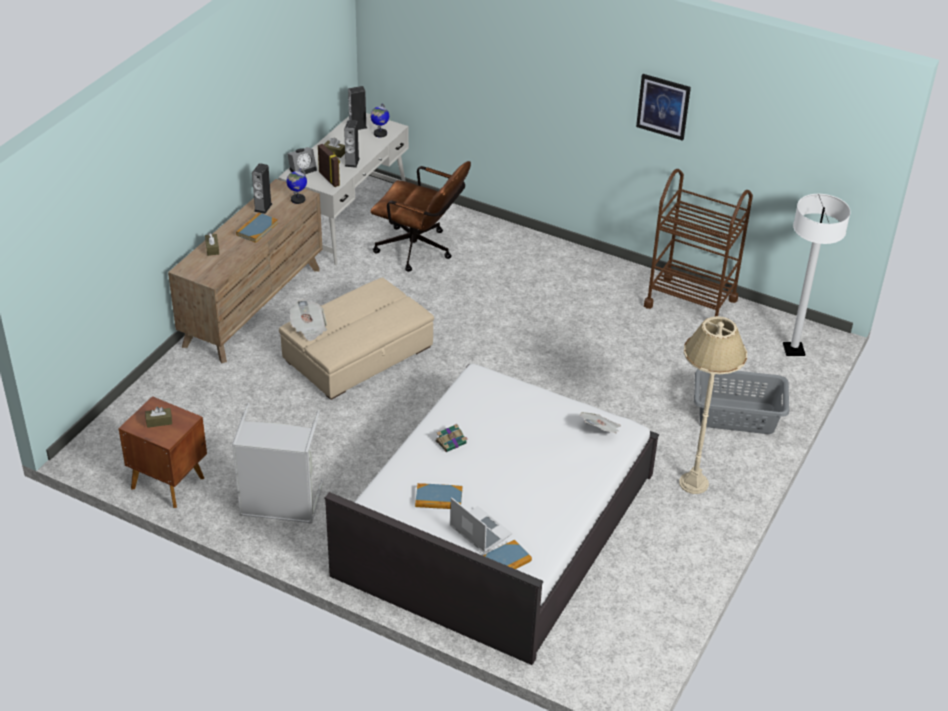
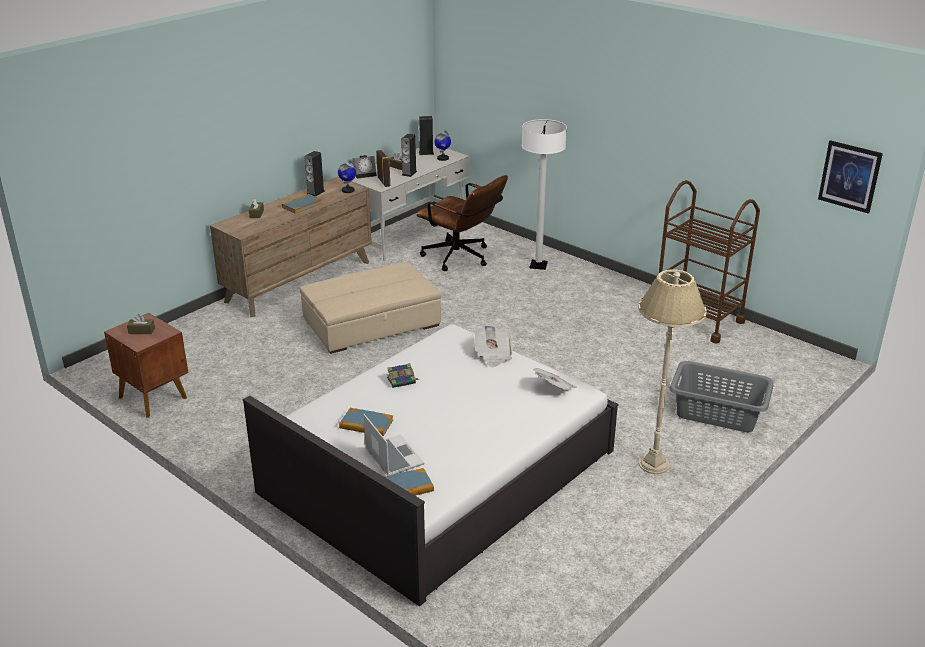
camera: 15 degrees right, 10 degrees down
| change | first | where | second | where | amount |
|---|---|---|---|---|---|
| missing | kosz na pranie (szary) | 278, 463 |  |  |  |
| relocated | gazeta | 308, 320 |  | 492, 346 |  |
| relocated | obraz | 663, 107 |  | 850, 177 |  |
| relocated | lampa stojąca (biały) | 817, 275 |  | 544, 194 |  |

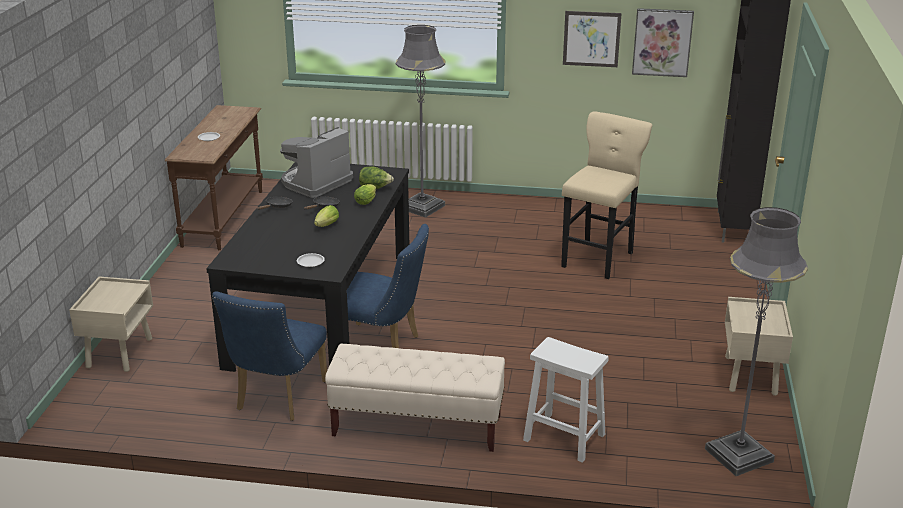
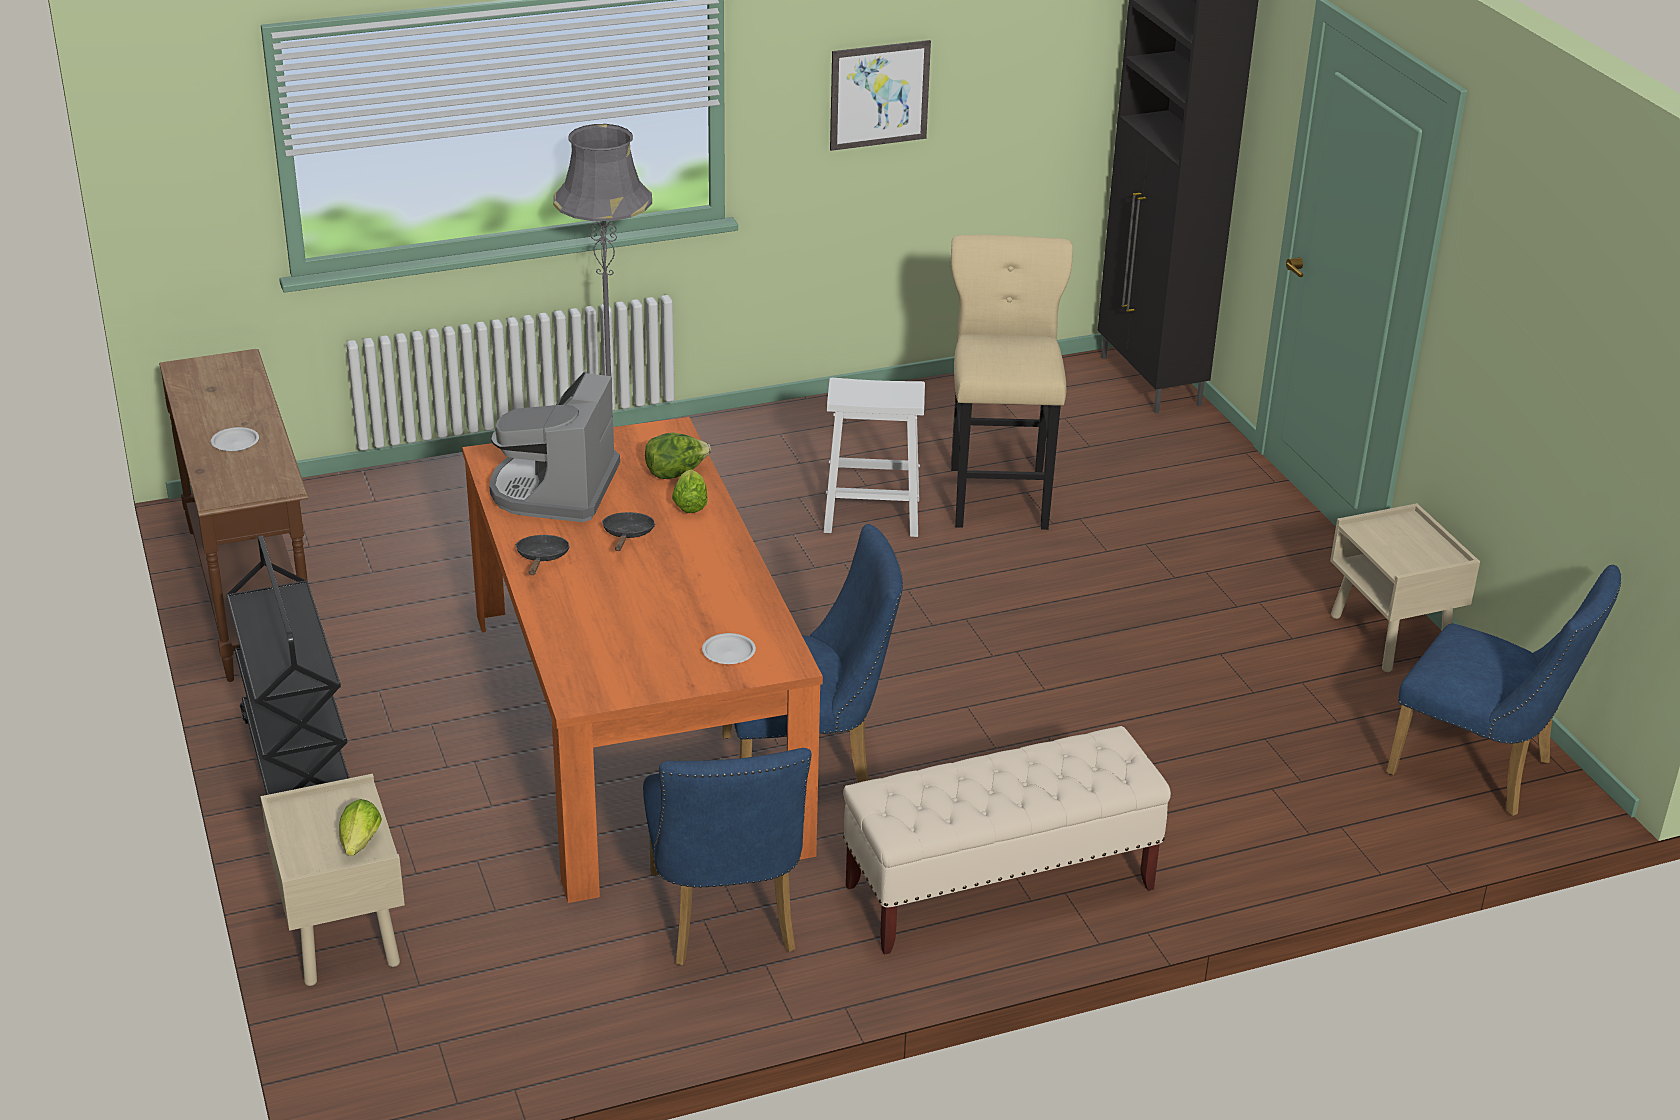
camera: 30 degrees left, 5 degrees up
| change | first | where | second | where | amount |
|---|---|---|---|---|---|
| colour | stół jadalny (czarny) | 307, 267 | stół jadalny (pomarańczowy) | 642, 660 |  |
| relocated | sałata | 326, 216 |  | 360, 827 |  |
| relocated | stołek (biały) | 566, 400 |  | 874, 457 |  |
| missing | obraz | 663, 42 |  |  |  |
| exchanged | lampa stojąca (szary) | 756, 341 | krzesło (niebieski) | 1503, 690 |  |
| appeared |  |  | wózek (czarny) | 288, 665 |  |

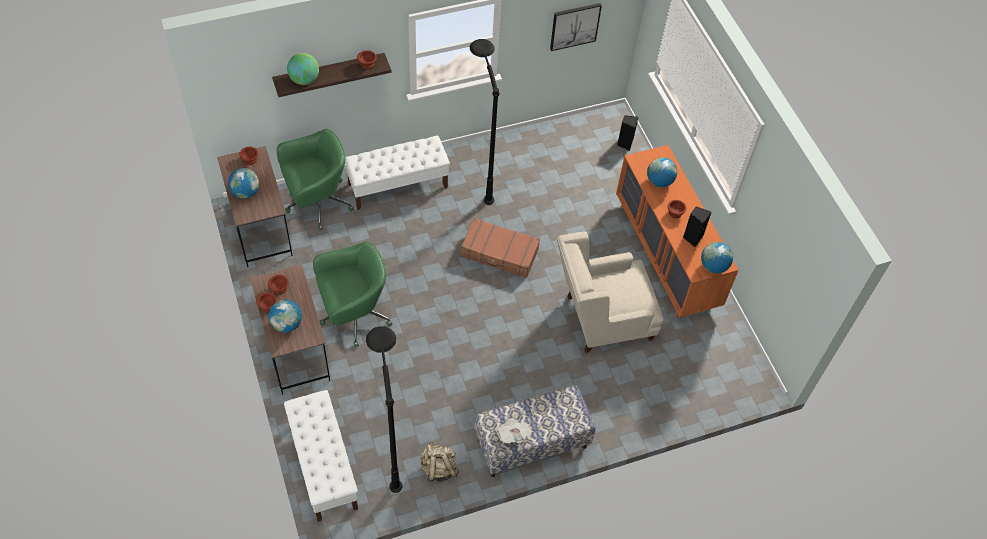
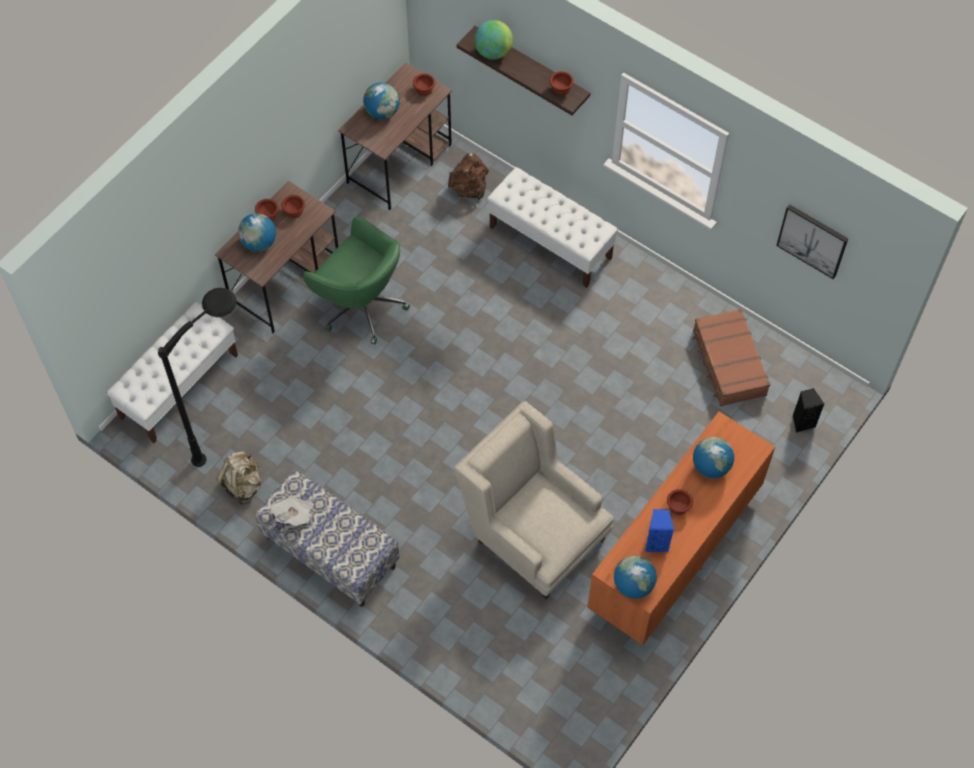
camera: 60 degrees right, 5 degrees up
| change | first | where | second | where | amount |
|---|---|---|---|---|---|
| exchanged | krzesło biurowe (zielony) | 315, 179 | plecak (brązowy) | 468, 176 |  |
| relocated | walizka (brązowy) | 500, 248 |  | 731, 357 |  |
| missing | lampa stojąca (czarny) | 485, 122 |  |  |  |
| colour | głośnik (czarny) | 697, 226 | głośnik (niebieski) | 659, 530 |  |

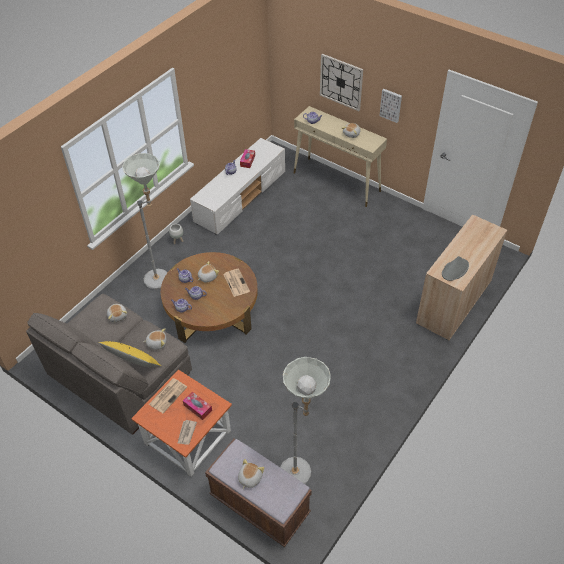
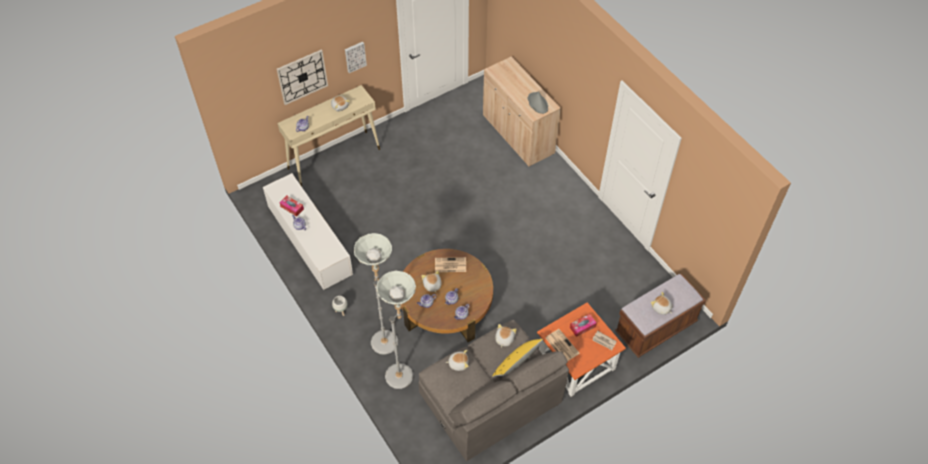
camera: 70 degrees left, 5 degrees up
| change | first | where | second | where | amount |
|---|---|---|---|---|---|
| relocated | lampa stojąca (szary) | 305, 420 |  | 396, 329 |  |

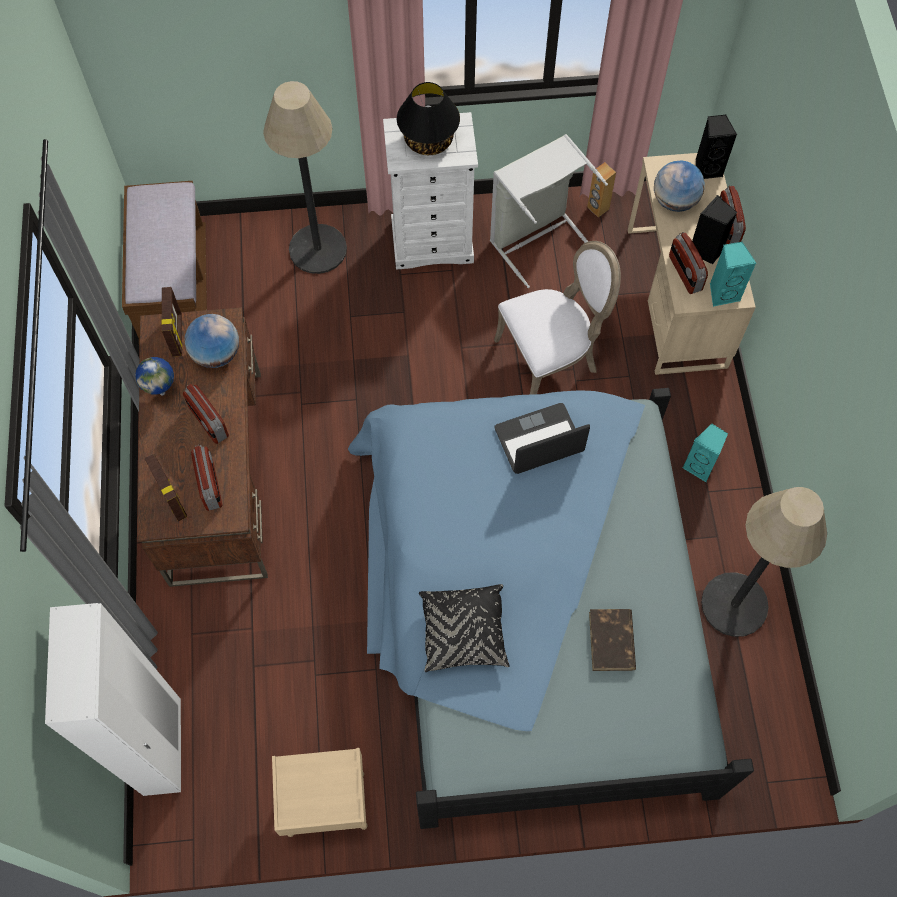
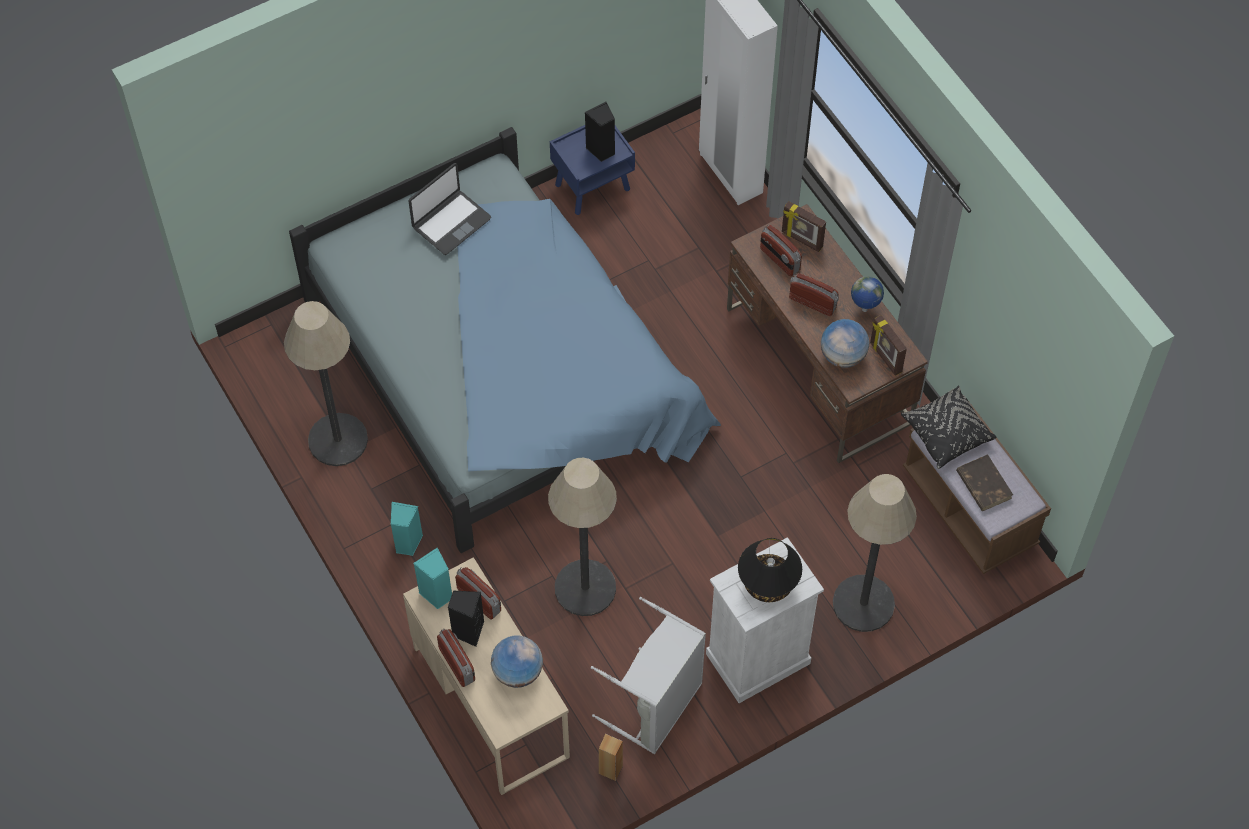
camera: 155 degrees right, 5 degrees down
| change | first | where | second | where | amount |
|---|---|---|---|---|---|
| colour | szafka nocna (beżowy) | 320, 792 | szafka nocna (niebieski) | 592, 170 |  |
| relocated | poduszka (czarny) | 464, 628 |  | 949, 427 |  |
| exchanged | krzesło (biały) | 557, 318 | lampa stojąca | 582, 537 |  |
| relocated | laptop | 542, 438 |  | 450, 209 |  |
| relocated | książka (brązowy) | 612, 640 |  | 984, 482 |  |
| relocated | głośnik (czarny) | 716, 146 |  | 600, 131 |  |

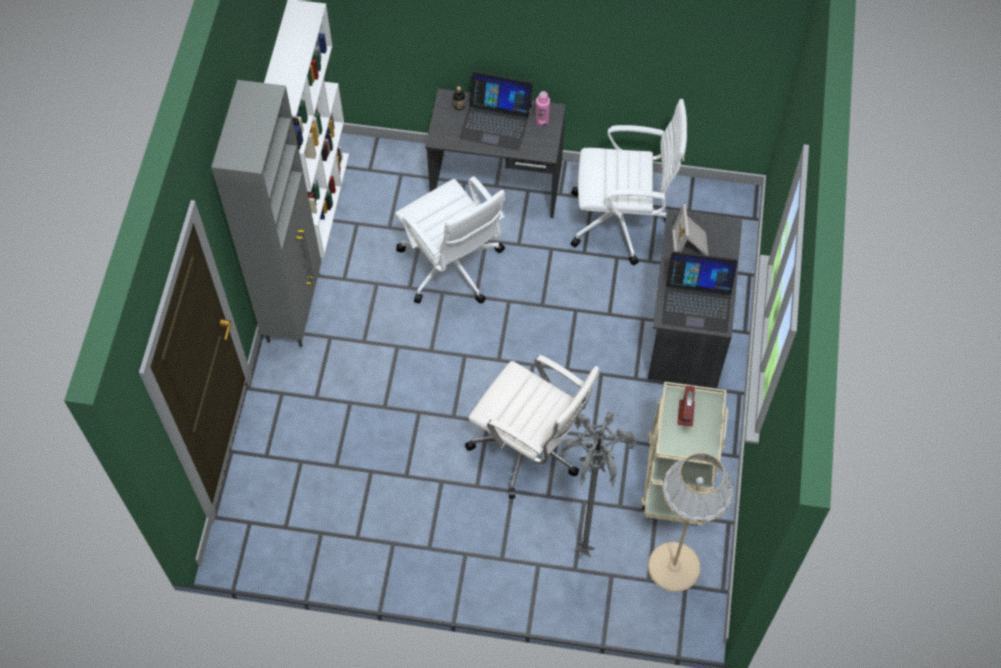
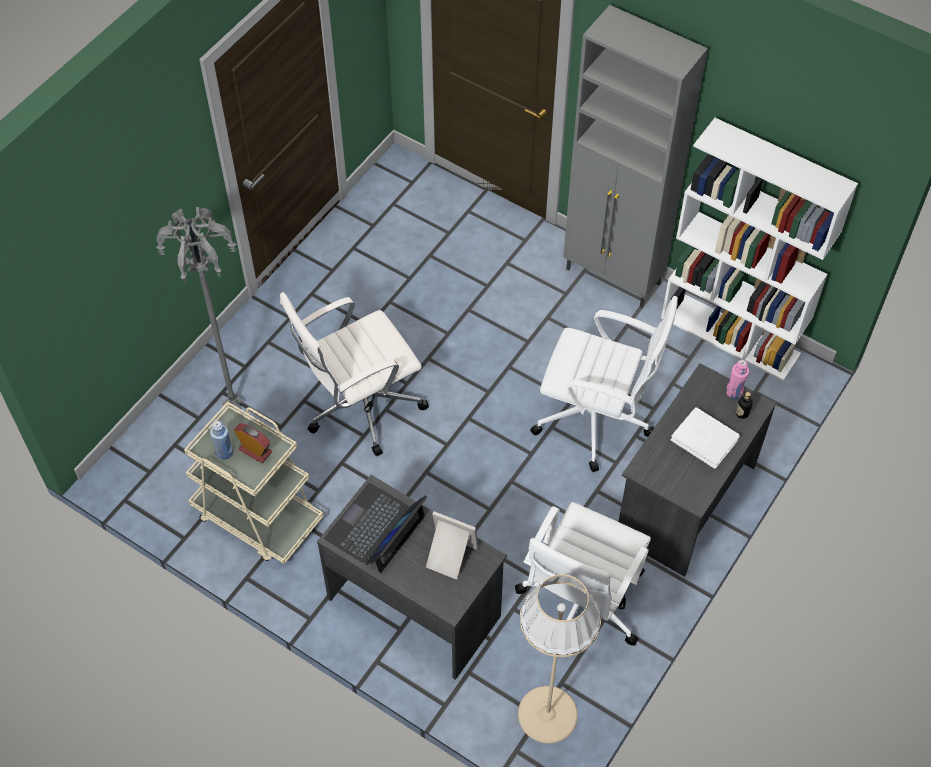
camera: 115 degrees right, 5 degrees down
| change | first | where | second | where | amount |
|---|---|---|---|---|---|
| spun | krzesło biurowe (biały) | 450, 240 |  | 604, 384 | 150 degrees counterclockwise |
| exchanged | laptop | 496, 110 | książka (biały) | 705, 438 |  |
| relocated | butelka (różowy) | 542, 109 |  | 737, 379 |  |
| relocated | lampa stojąca (beżowy) | 690, 522 |  | 559, 659 |  |
| appeared |  |  | butelka (niebieski) | 221, 440 |  |

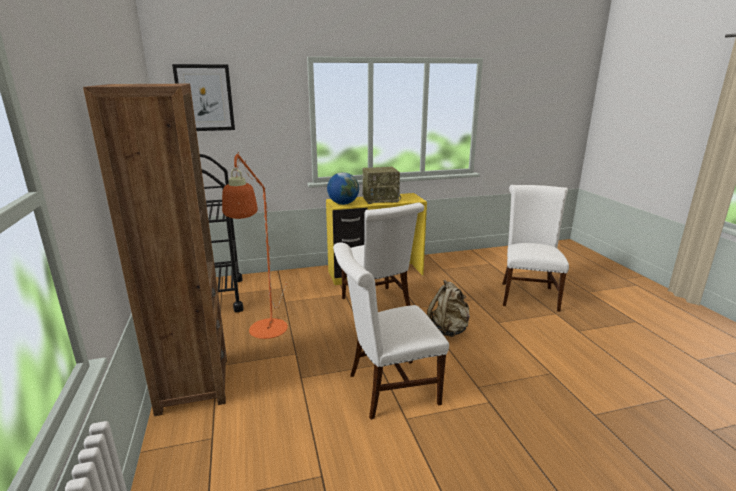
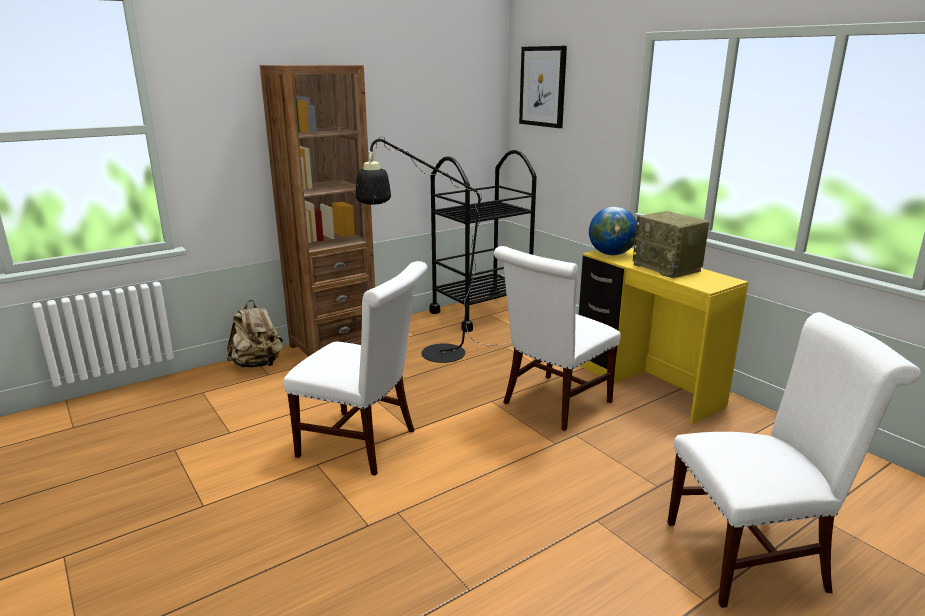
camera: 70 degrees right, 0 degrees up
| change | first | where | second | where | amount |
|---|---|---|---|---|---|
| colour | lampa stojąca (pomarańczowy) | 255, 245 | lampa stojąca (czarny) | 434, 250 |  |
| spun | krzesło (biały) | 391, 331 |  | 355, 368 | 150 degrees clockwise |
| relocated | plecak (beżowy) | 448, 308 |  | 254, 334 |  |

